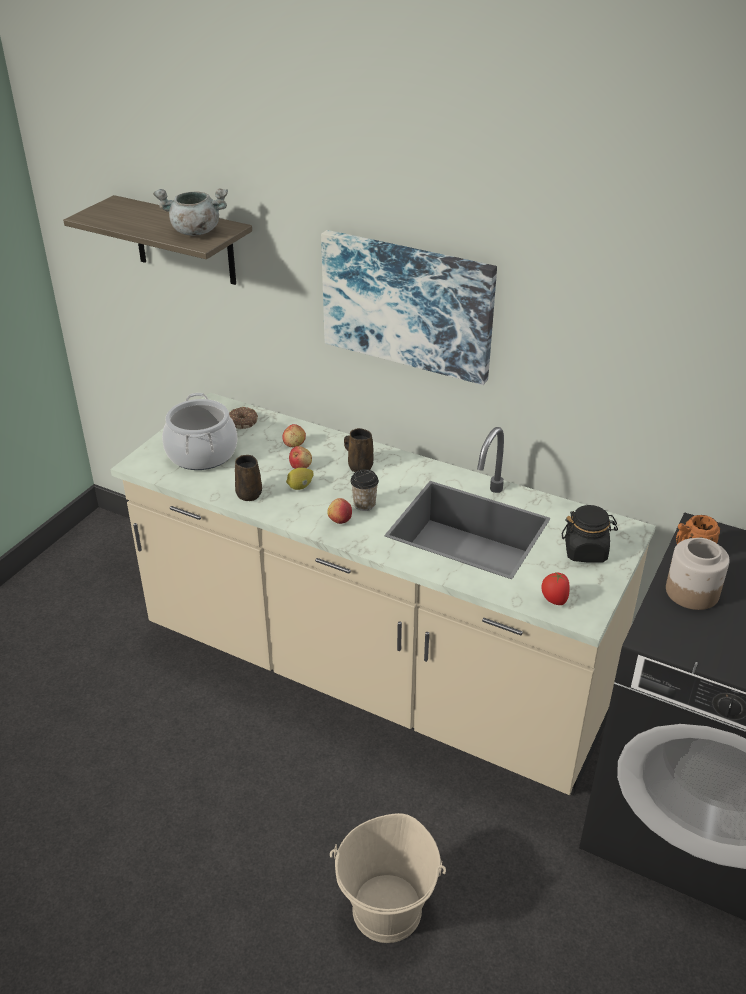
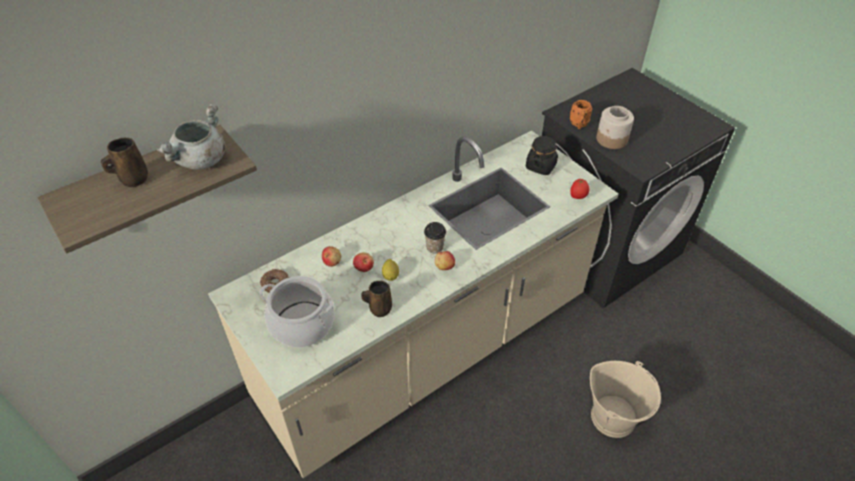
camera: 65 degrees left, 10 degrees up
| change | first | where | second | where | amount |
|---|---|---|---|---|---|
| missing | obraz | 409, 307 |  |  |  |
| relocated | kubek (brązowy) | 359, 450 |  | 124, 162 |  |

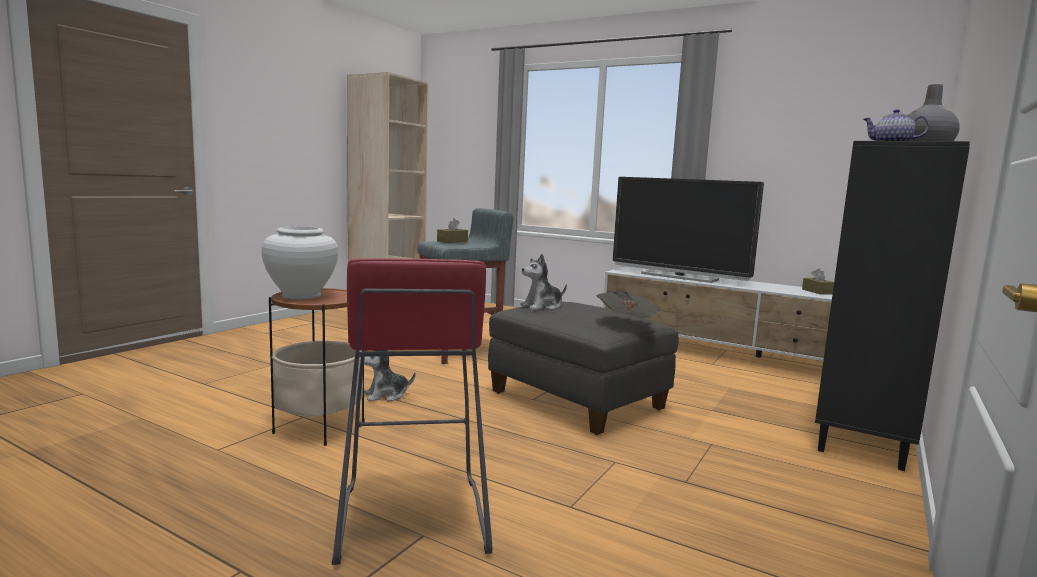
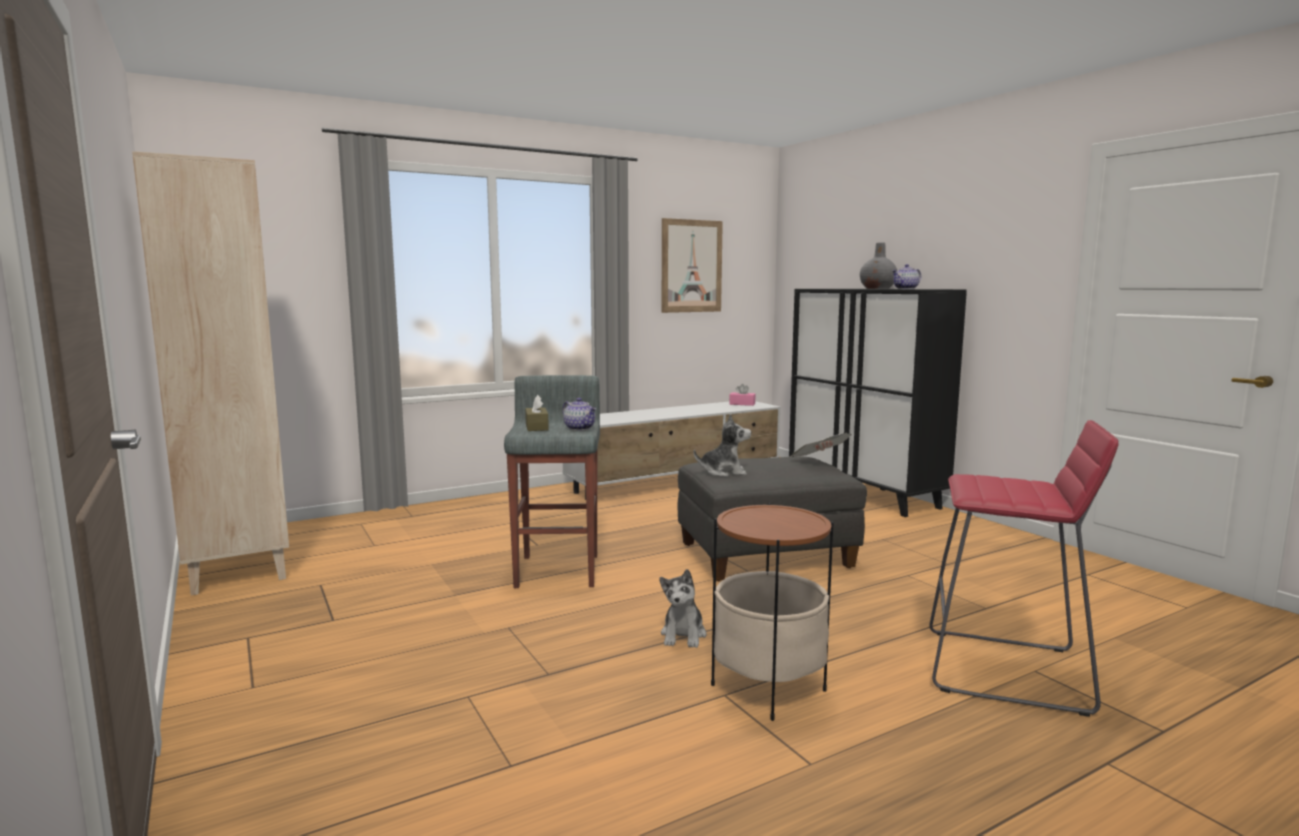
camera: 60 degrees left, 0 degrees up
| change | first | where | second | where | amount |
|---|---|---|---|---|---|
| missing | wazon (biały) | 300, 262 |  |  |  |
| spun | pluszak | 543, 282 |  | 722, 445 | 90 degrees counterclockwise |
| missing | telewizor | 688, 230 |  |  |  |
| colour | pudełko chusteczek (brązowy) | 818, 281 | pudełko chusteczek (różowy) | 742, 395 |  |
| appeared |  |  | imbryk | 579, 414 |  |
| appeared |  |  | obraz | 692, 265 |  |

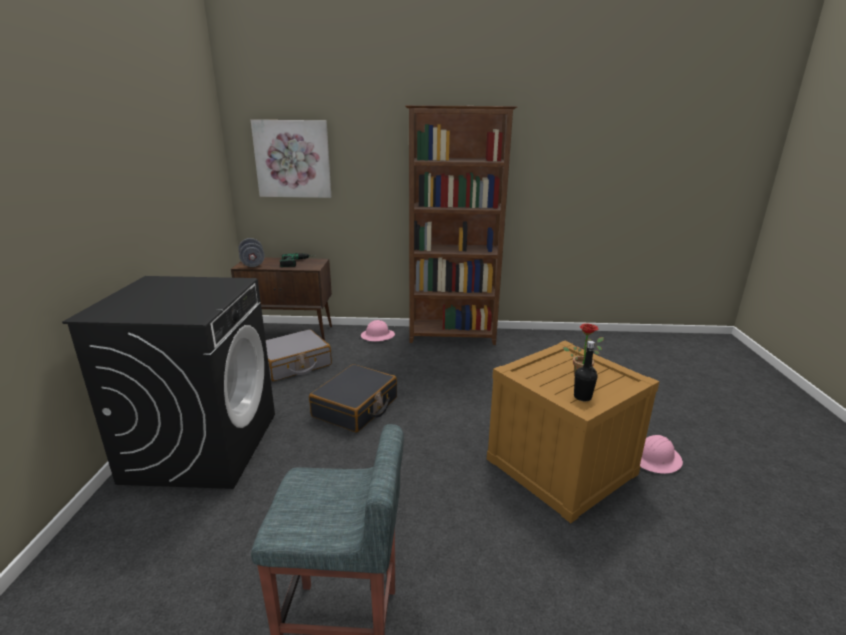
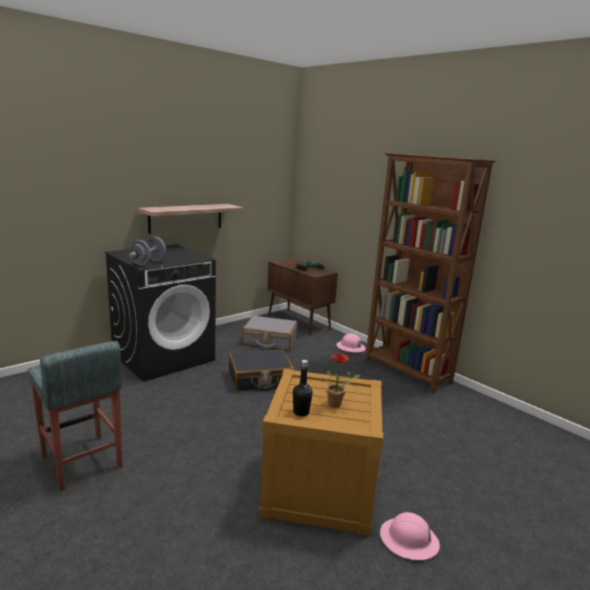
camera: 45 degrees right, 5 degrees down
| change | first | where | second | where | amount |
|---|---|---|---|---|---|
| relocated | hantel (szary) | 251, 252 |  | 147, 251 |  |
| missing | obraz | 291, 159 |  |  |  |
| appeared |  |  | półka | 190, 219 |  |

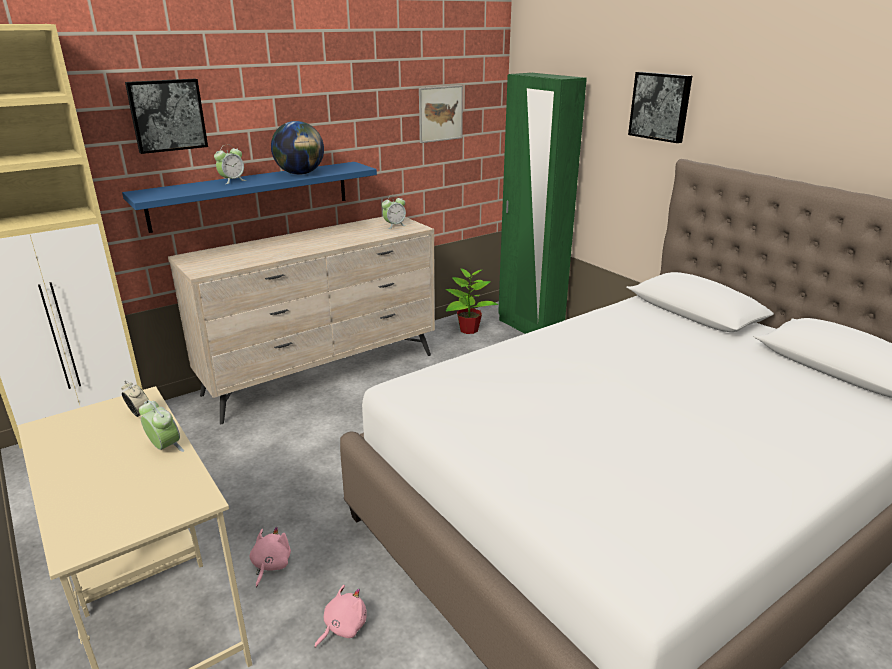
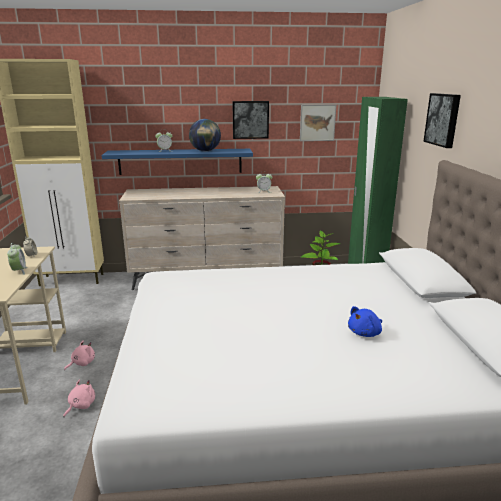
camera: 30 degrees right, 5 degrees down
| change | first | where | second | where | amount |
|---|---|---|---|---|---|
| relocated | obraz | 166, 116 |  | 250, 120 |  |
| spun | pluszak (różowy) | 341, 616 |  | 79, 398 | 45 degrees counterclockwise |
| appeared |  |  | pluszak (niebieski) | 365, 321 |  |

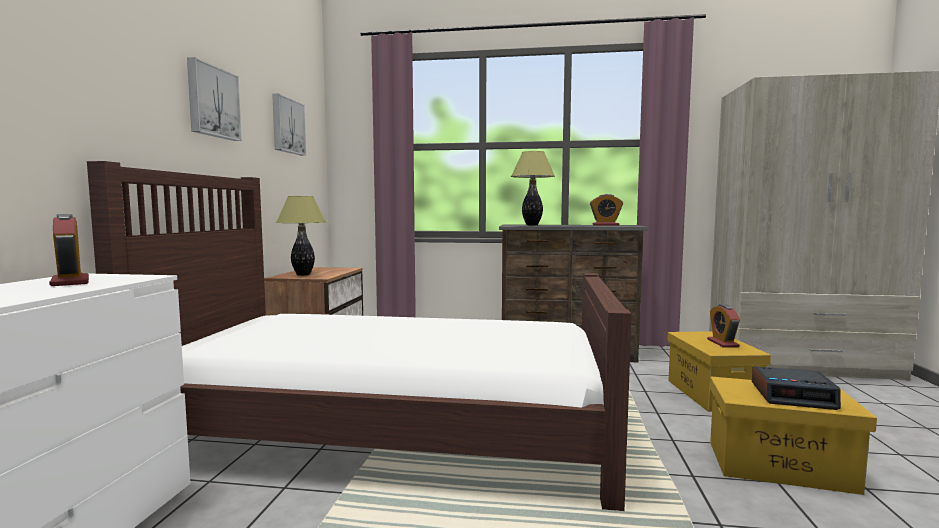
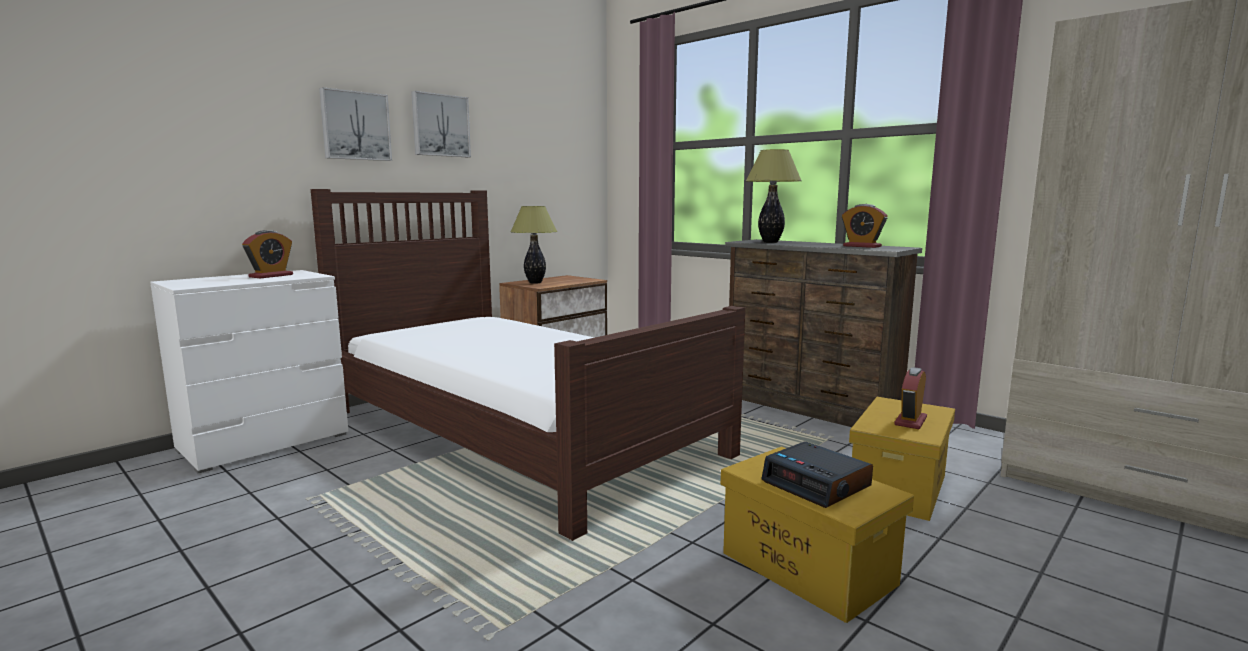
camera: 35 degrees right, 5 degrees up
| change | first | where | second | where | amount |
|---|---|---|---|---|---|
| spun | budzik | 69, 250 |  | 267, 254 | 150 degrees counterclockwise |
| relocated | obraz | 289, 124 |  | 355, 124 |  |

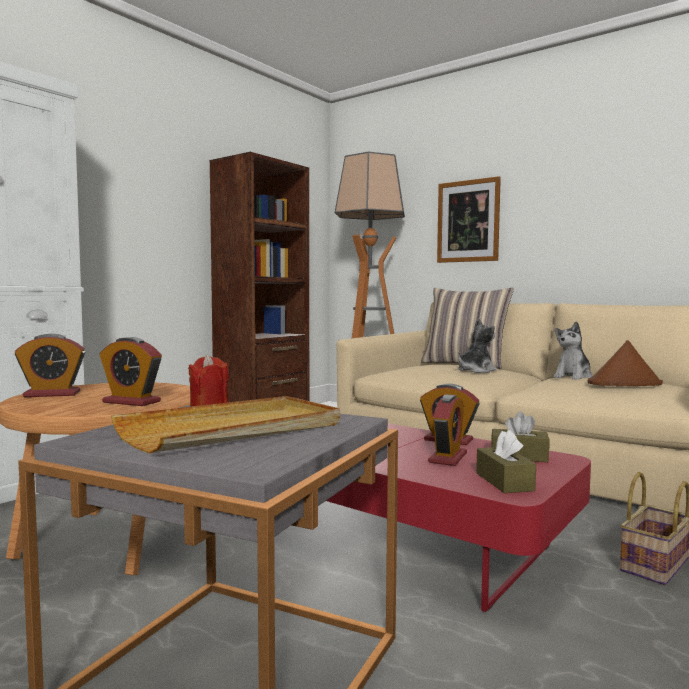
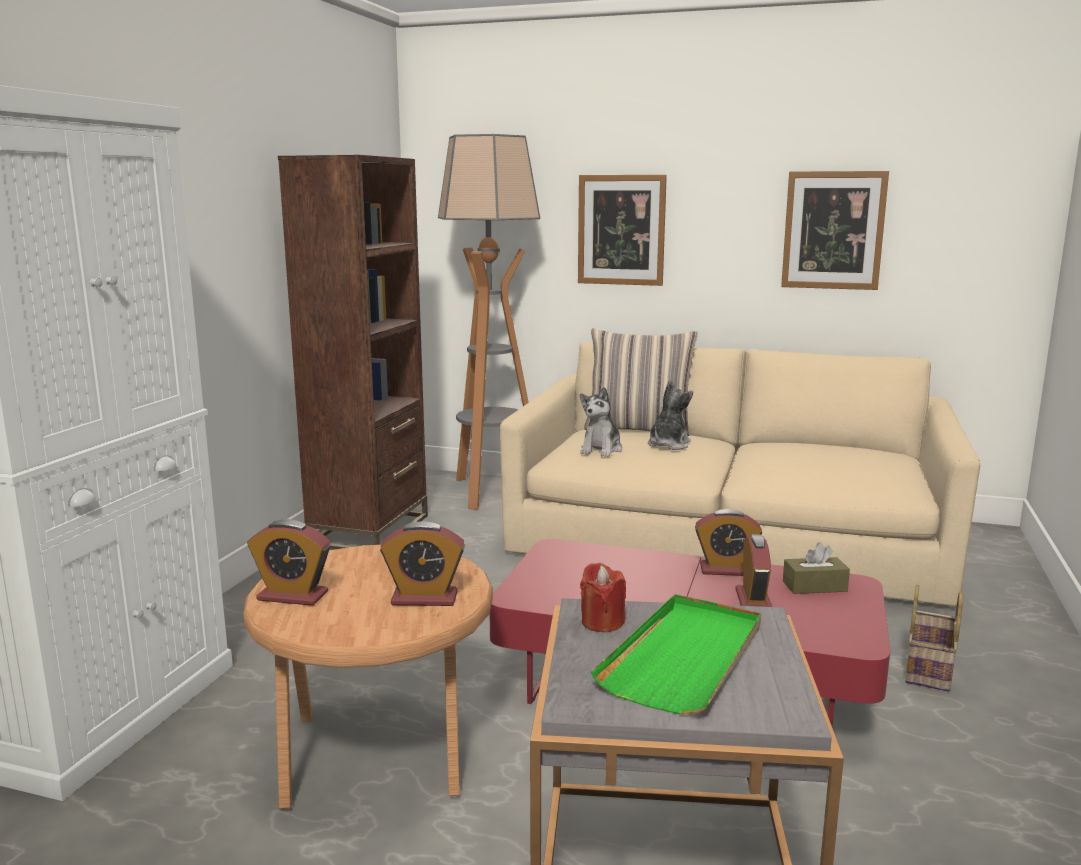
camera: 20 degrees left, 10 degrees up
| change | first | where | second | where | amount |
|---|---|---|---|---|---|
| spun | budzik | 50, 365 |  | 288, 562 | 45 degrees clockwise |
| colour | taca (beżowy) | 225, 424 | taca (zielony) | 676, 654 |  |
| missing | pudełko chusteczek (brązowy) | 506, 461 |  |  |  |
| relocated | pluszak | 572, 351 |  | 601, 422 |  |
| missing | kapelusz (brązowy) | 625, 363 |  |  |  |
| appeared |  |  | obraz | 835, 230 |  |

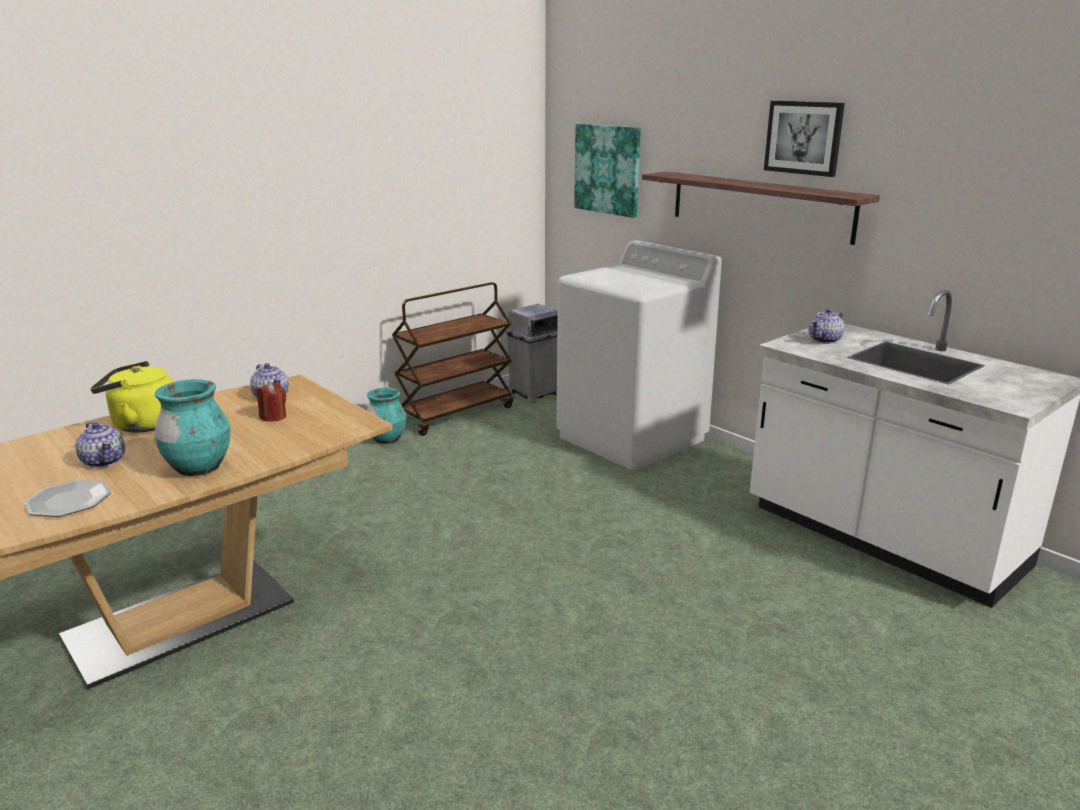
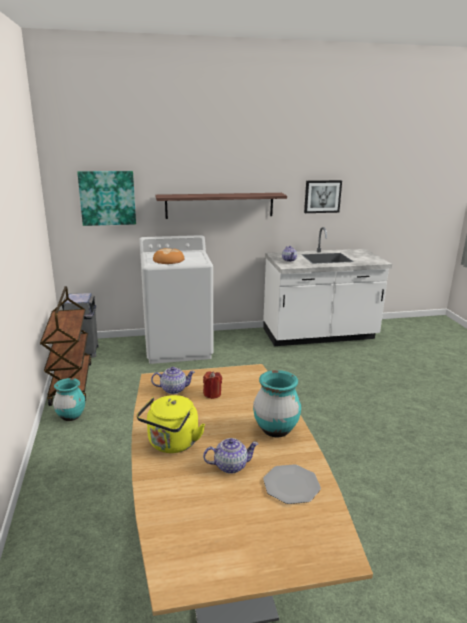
camera: 60 degrees left, 0 degrees up
| change | first | where | second | where | amount |
|---|---|---|---|---|---|
| relocated | obraz | 804, 139 |  | 323, 196 |  |
| appeared |  |  | chleb | 168, 256 |  |

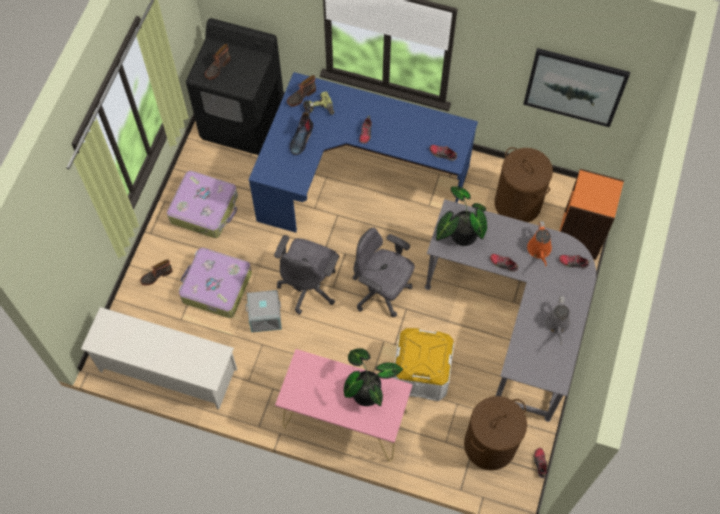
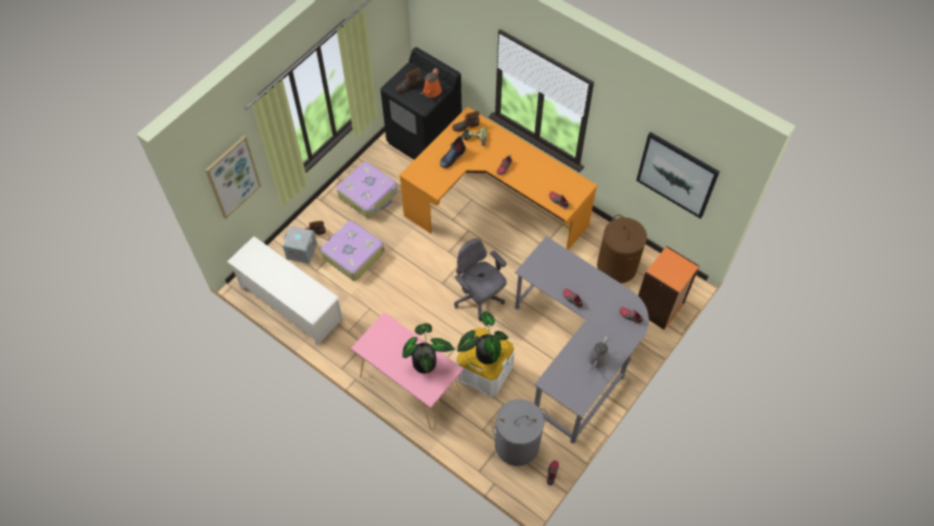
camera: 20 degrees right, 5 degrees down
| change | first | where | second | where | amount |
|---|---|---|---|---|---|
| relocated | pojemnik do przechowywania (szary) | 264, 311 |  | 300, 245 |  |
| colour | biurko (niebieski) | 363, 152 | biurko (pomarańczowy) | 498, 178 |  |
| missing | krzesło biurowe (szary) | 306, 274 |  |  |  |
| relocated | roślina doniczkowa | 461, 216 |  | 483, 337 |  |
| colour | kosz na pranie (brązowy) | 495, 433 | kosz na pranie (szary) | 520, 432 |  |
| relocated | konewka (pomarańczowy) | 539, 243 |  | 431, 83 |  |
| appeared |  |  | obraz | 233, 177 |  |

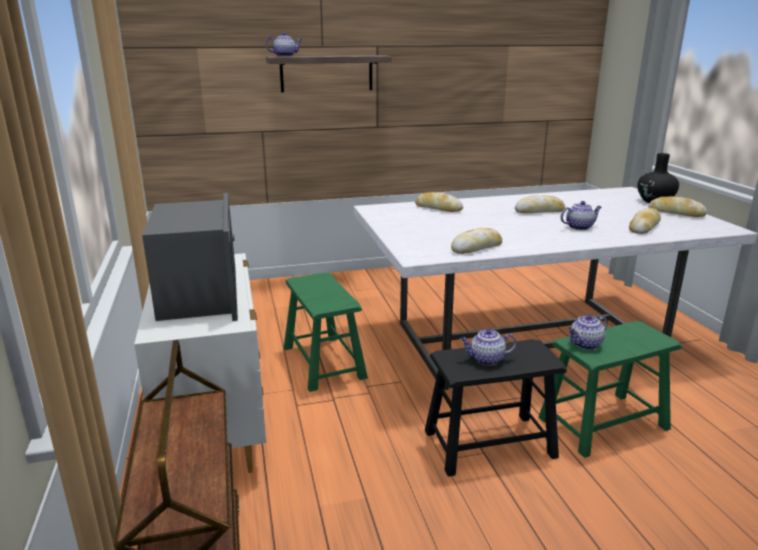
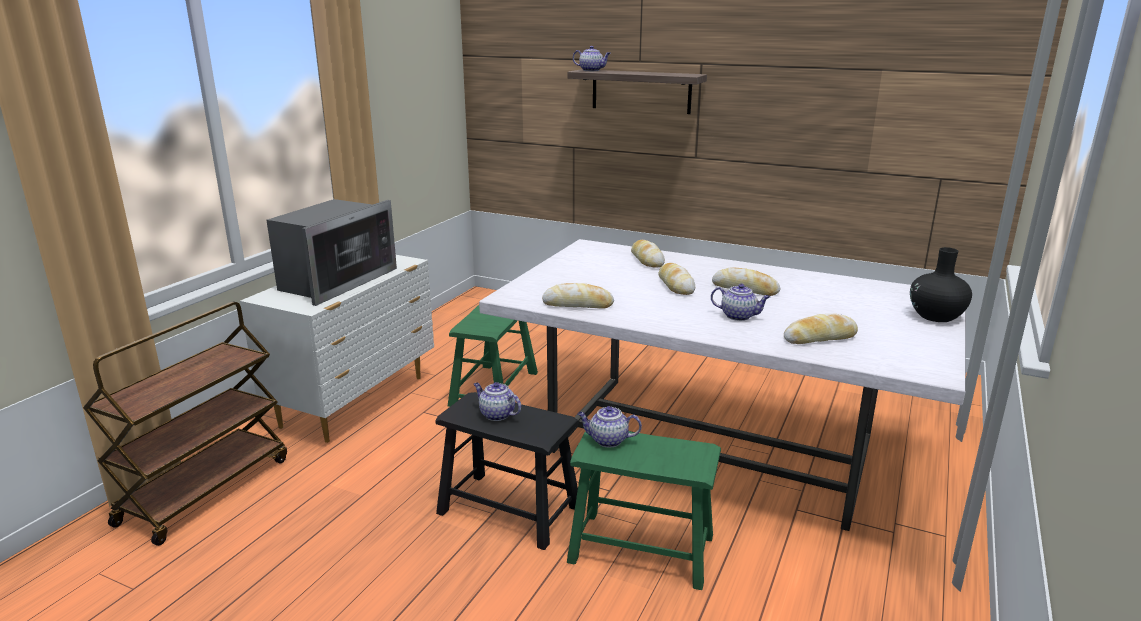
camera: 40 degrees right, 0 degrees up
| change | first | where | second | where | amount |
|---|---|---|---|---|---|
| relocated | chleb | 677, 207 |  | 677, 279 |  |

